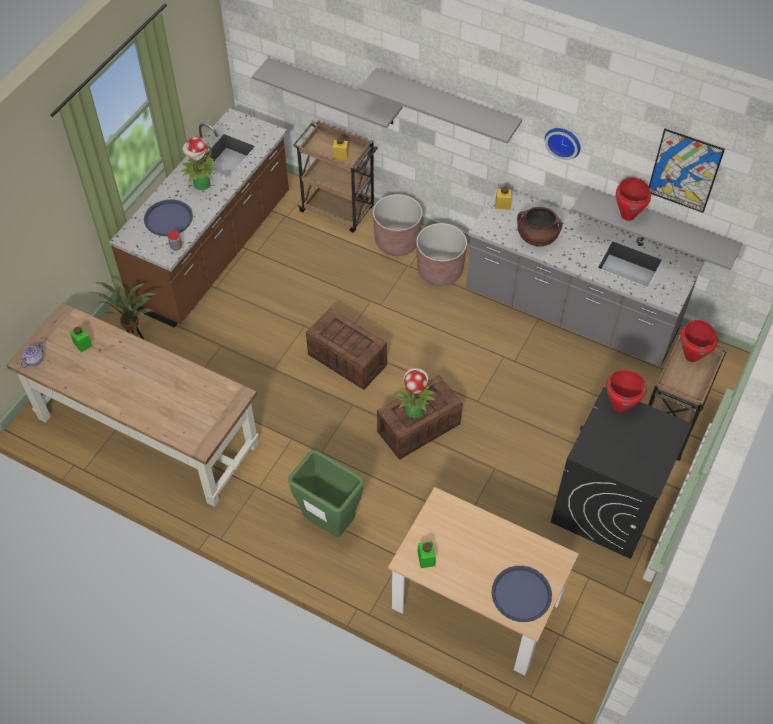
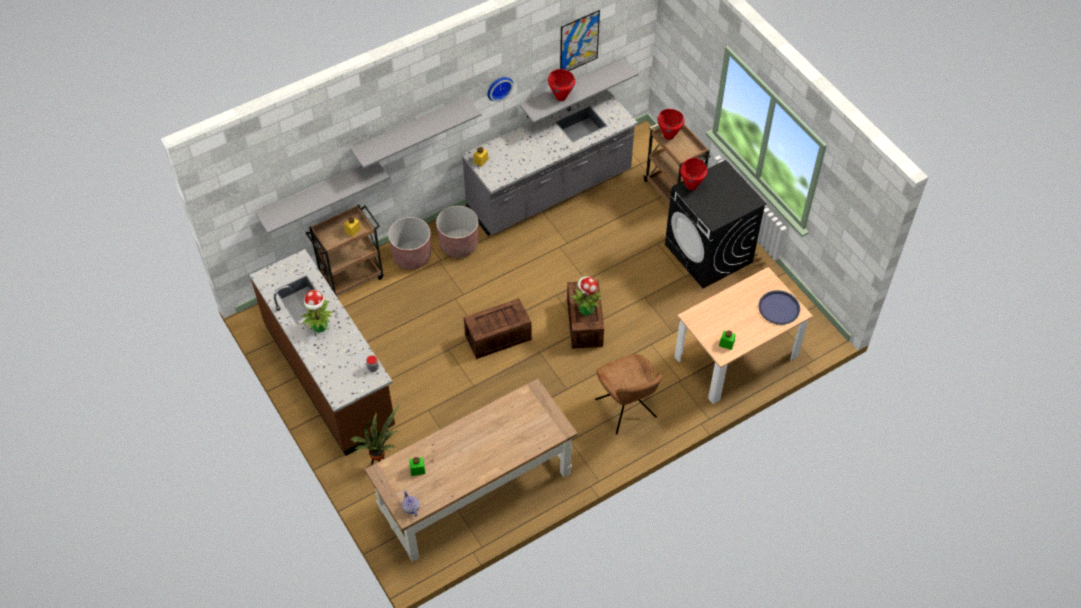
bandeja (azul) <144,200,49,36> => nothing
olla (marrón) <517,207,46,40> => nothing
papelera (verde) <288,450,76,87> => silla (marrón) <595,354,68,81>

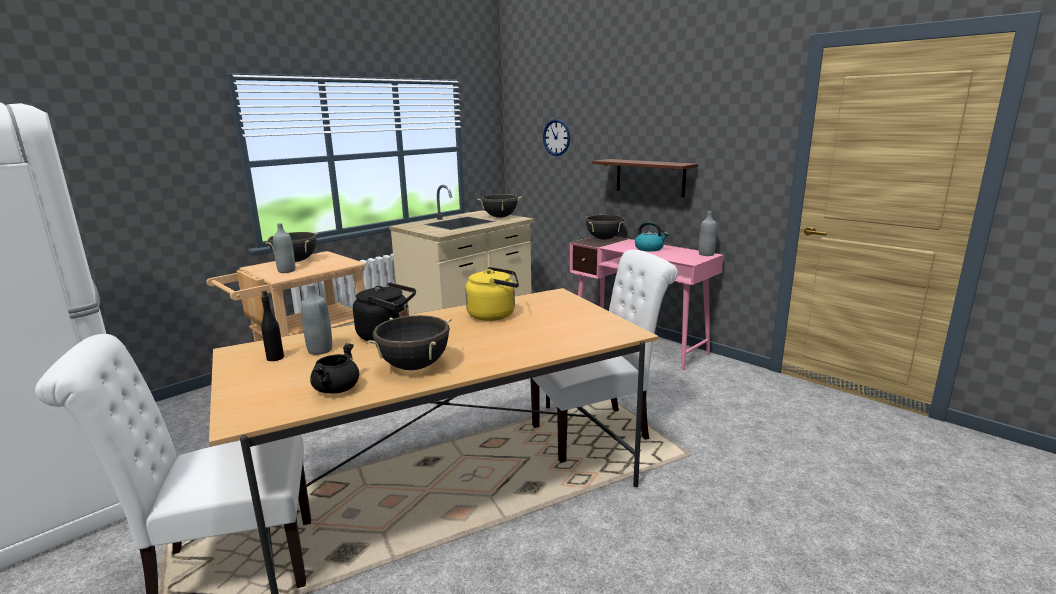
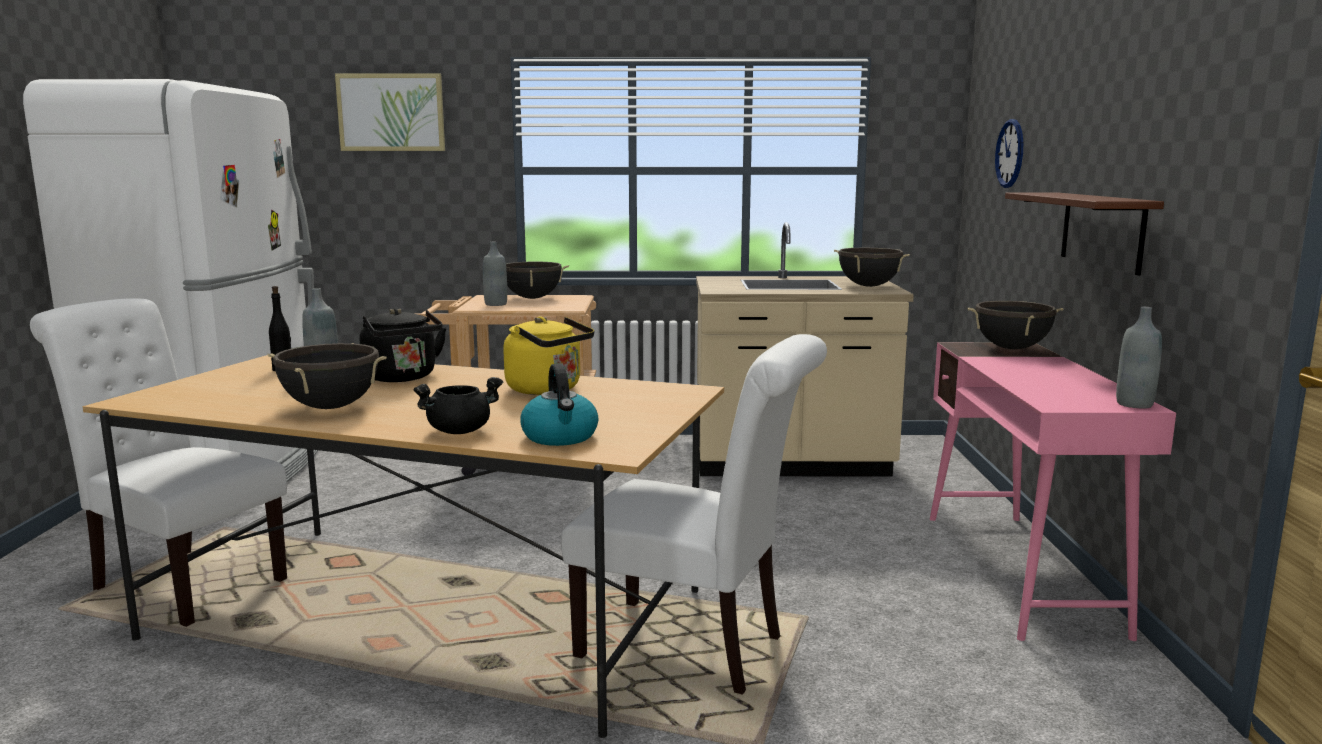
hervidor <635,222,33,29> => hervidor <520,364,78,82>, move
olla (negro) <310,343,49,51> => olla (negro) <413,377,90,57>, move
nothing => cuadro <335,73,110,78>

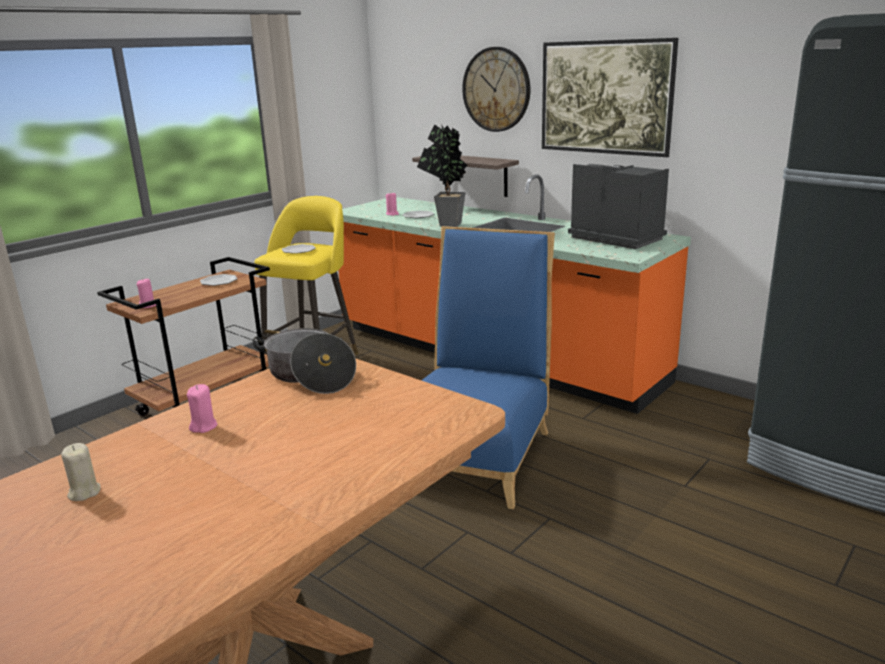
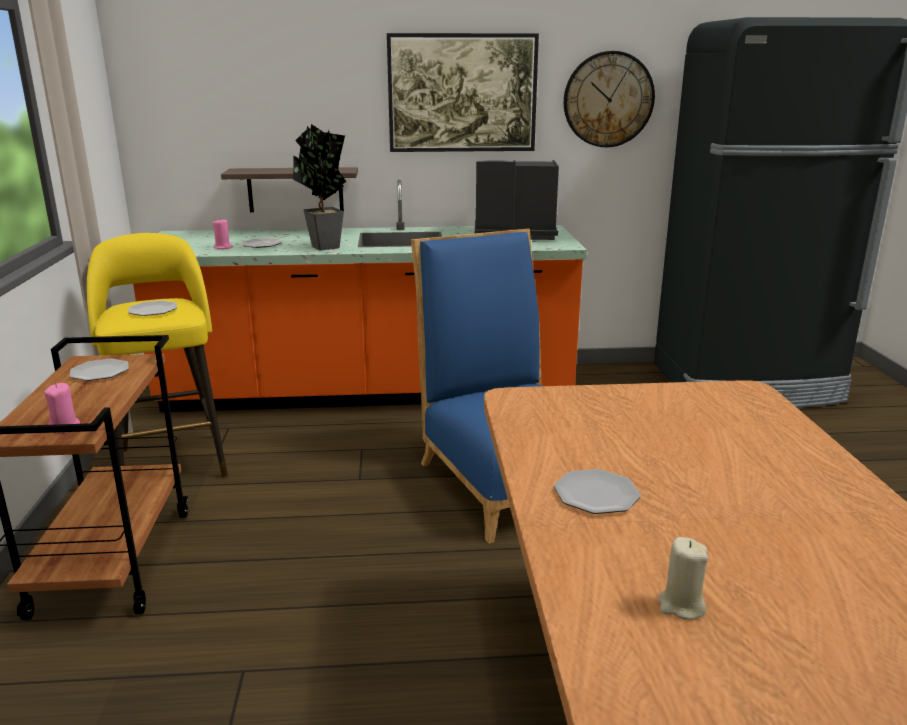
reloj de pared <462,47,68,85> => reloj de pared <564,51,91,96>, move
olla <253,328,103,66> => nothing
vela (rosa) <187,384,31,49> => plato <554,469,87,45>

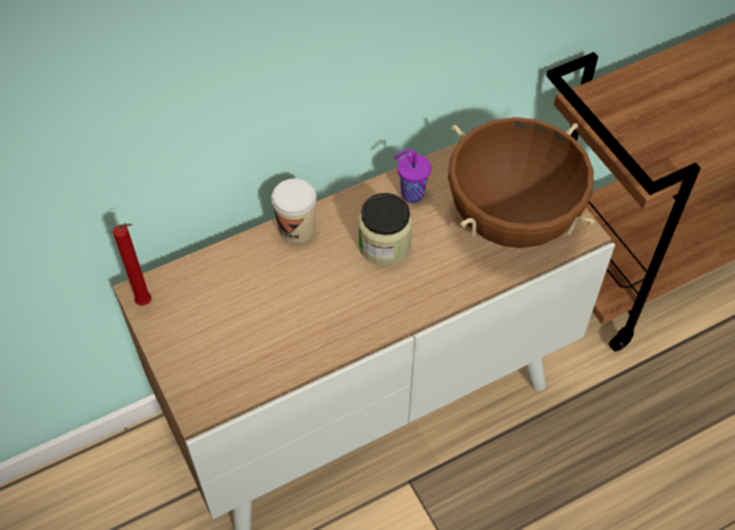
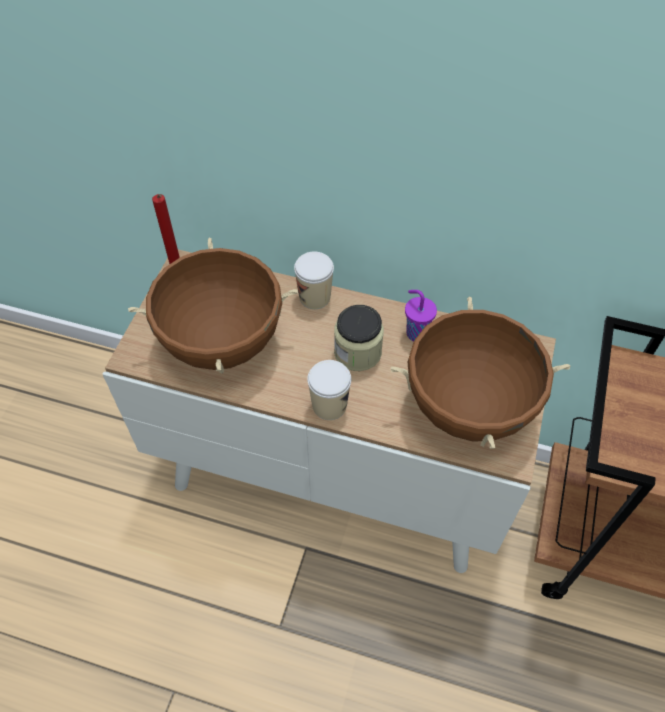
nothing => olla (marrón) <128,238,170,136>
nothing => taza <307,360,44,60>

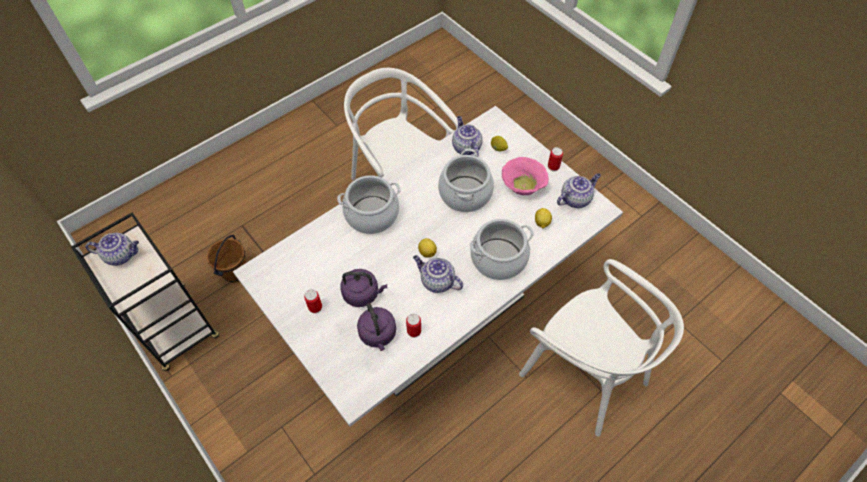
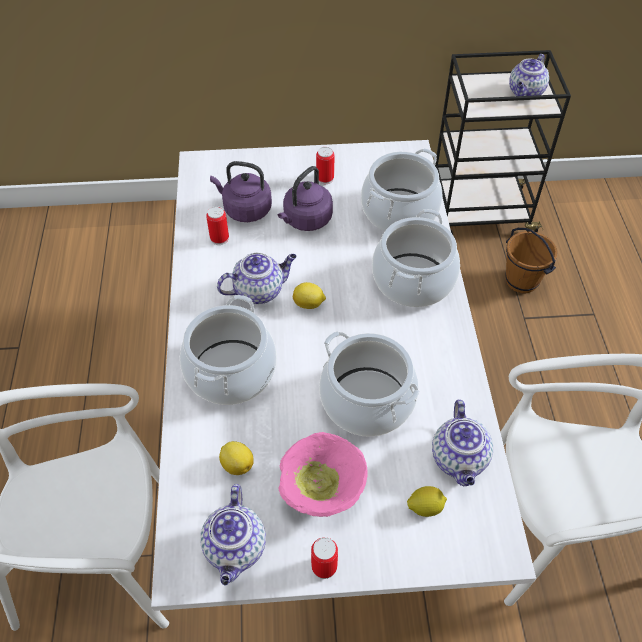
tetera <452,116,31,40> => tetera <432,399,61,87>, 75 degrees clockwise
nothing => olla <361,148,82,83>

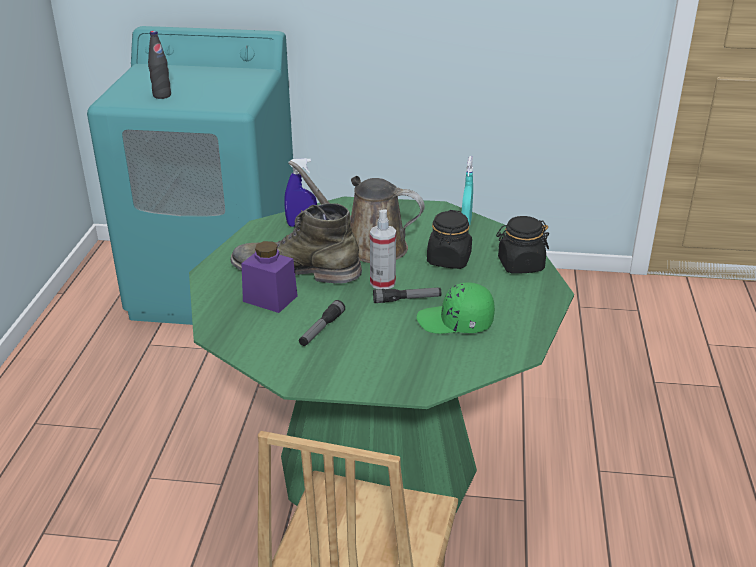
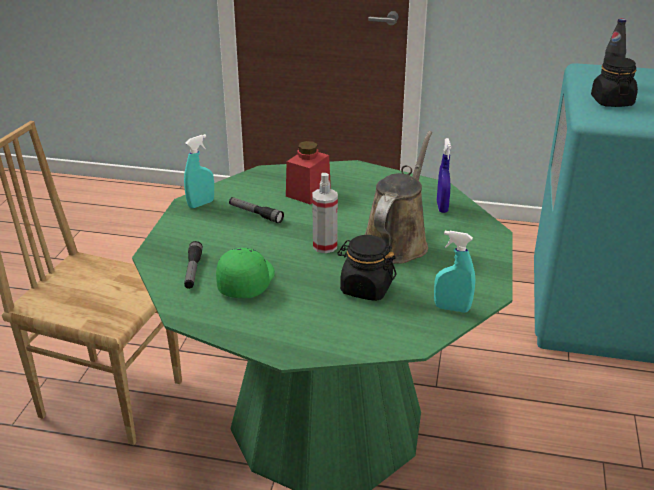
bota (verde) <231,203,131,81> => nothing
tarro (negro) <496,216,53,58> => tarro (negro) <591,57,47,50>, move
tarro (morado) <241,241,57,72> => tarro (rojo) <286,141,45,63>
linterna <373,288,68,15> => linterna <184,241,19,48>, move
nothing => pulverizador (turquesa) <184,134,30,74>

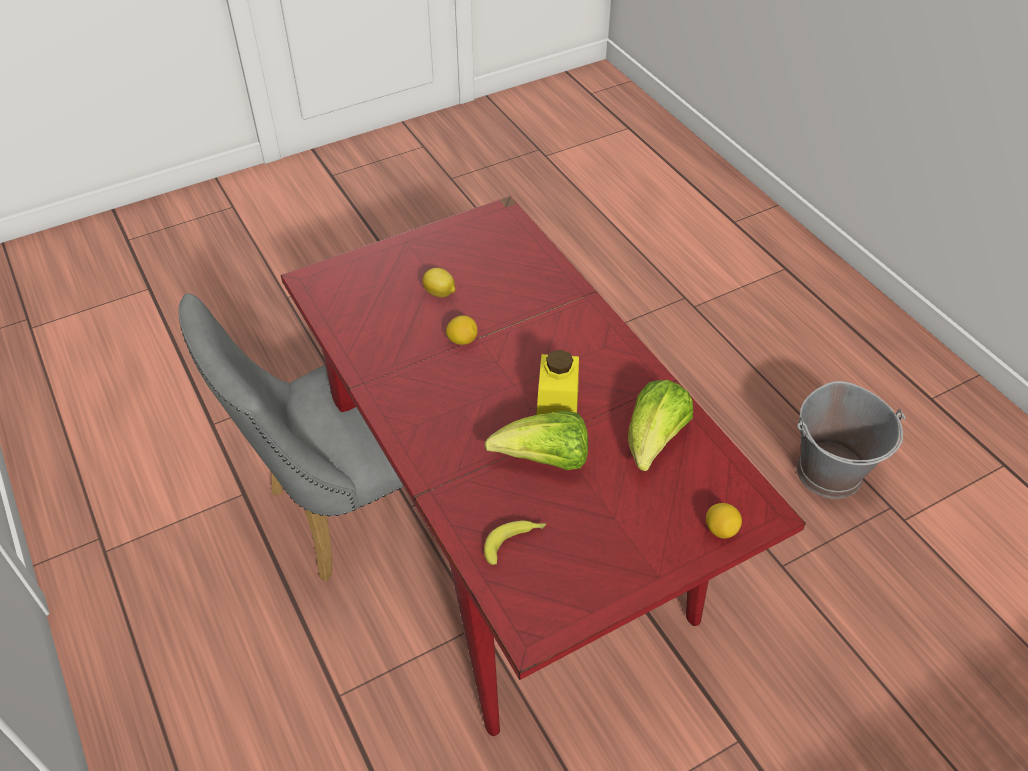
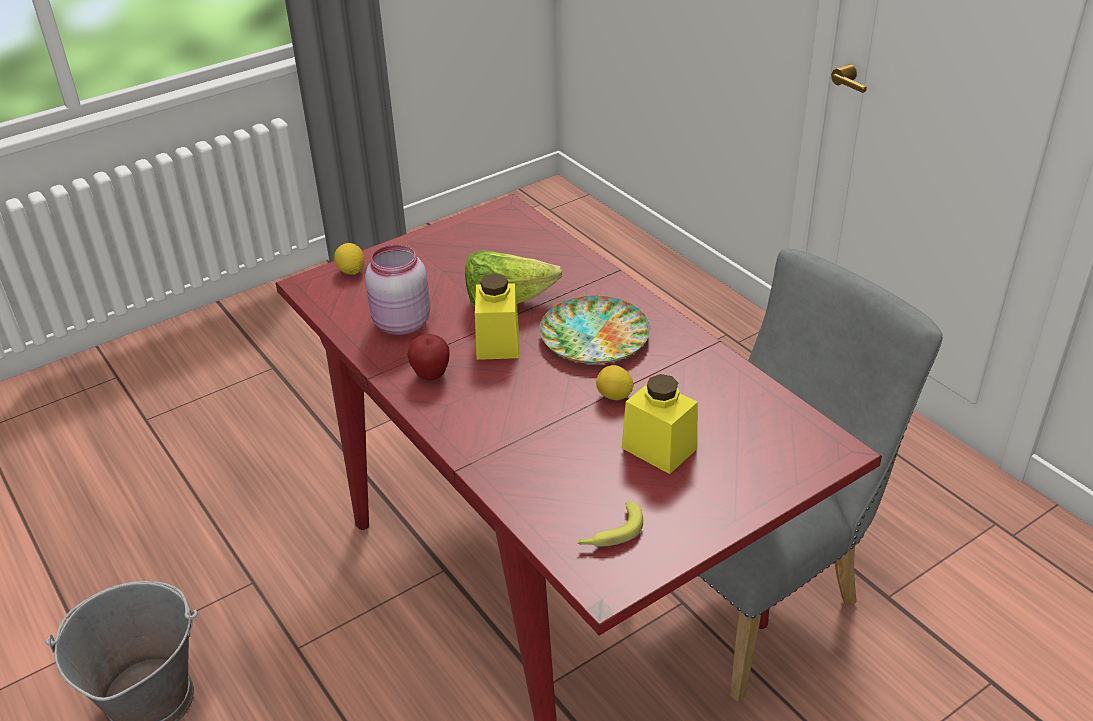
limón <422,268,33,29> => tarro (amarillo) <622,374,76,100>
lechuga <628,380,65,91> => tarro (rosa) <365,245,65,90>
plátano <484,521,62,44> => plátano <577,501,66,45>, move
nothing => plato <540,296,110,68>
nothing => manzana <408,334,42,47>

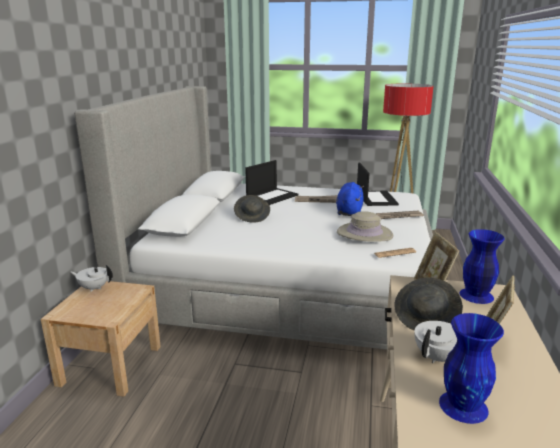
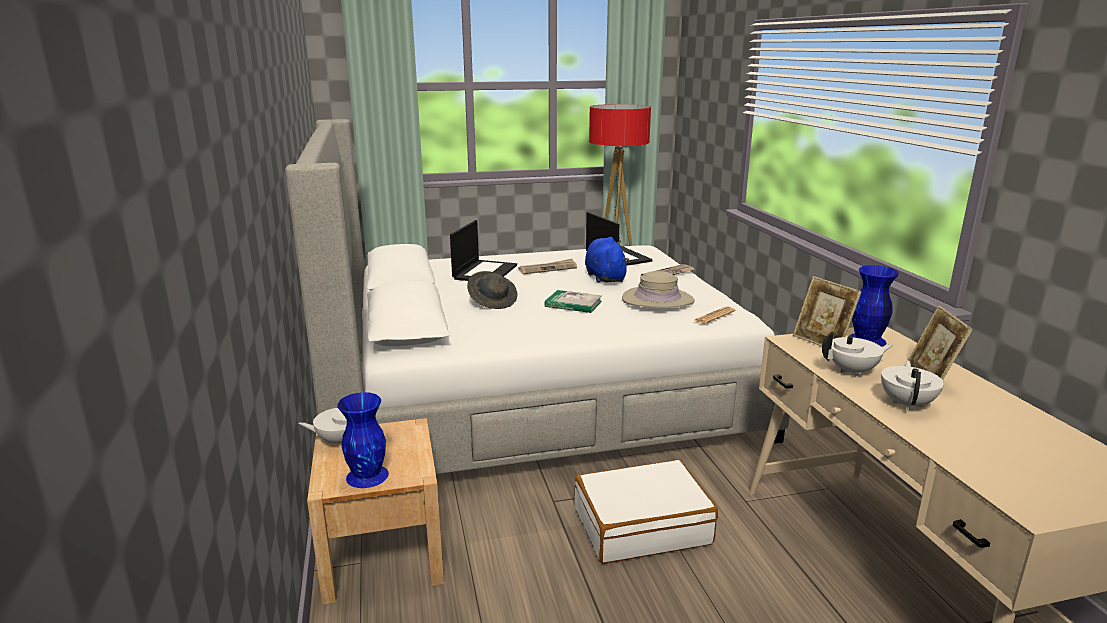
sombrero (gris) <394,277,69,54> => tetera (blanco) <822,331,71,47>
florero (azul) <439,313,65,111> => florero (azul) <337,392,52,96>, move
nothing => libro <545,290,57,23>
nothing => maleta (blanco) <575,459,143,105>

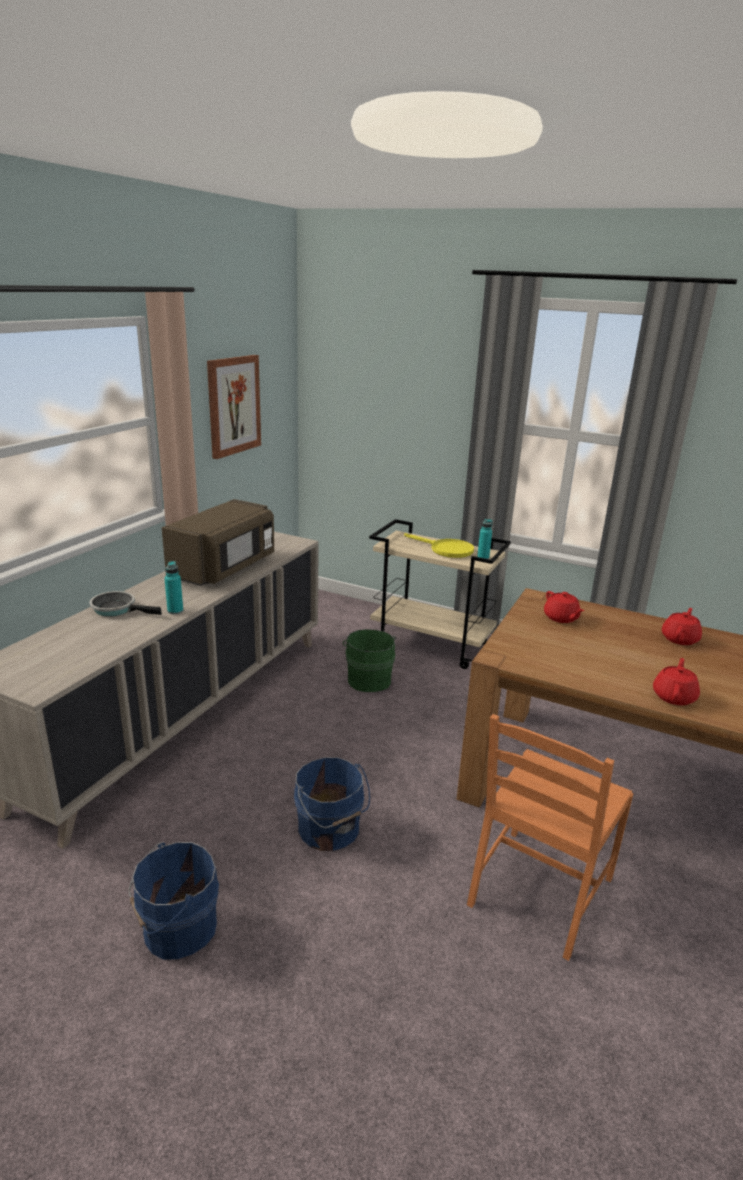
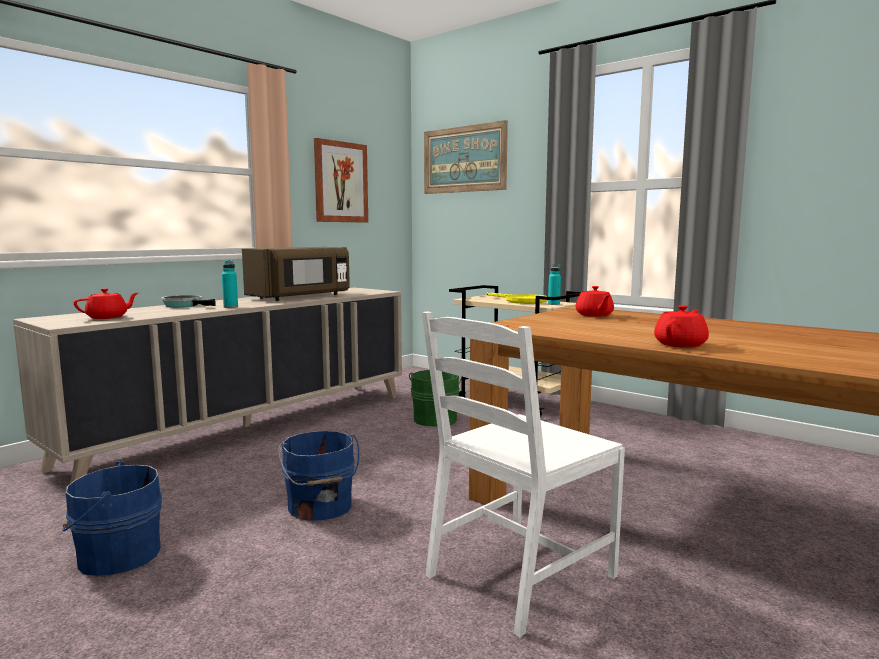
tetera (rojo) <662,608,40,37> => tetera (rojo) <74,289,64,30>, move
silla (naranja) <467,714,167,247> => silla (blanco) <422,311,203,326>
nothing => cuadro <424,120,84,74>

